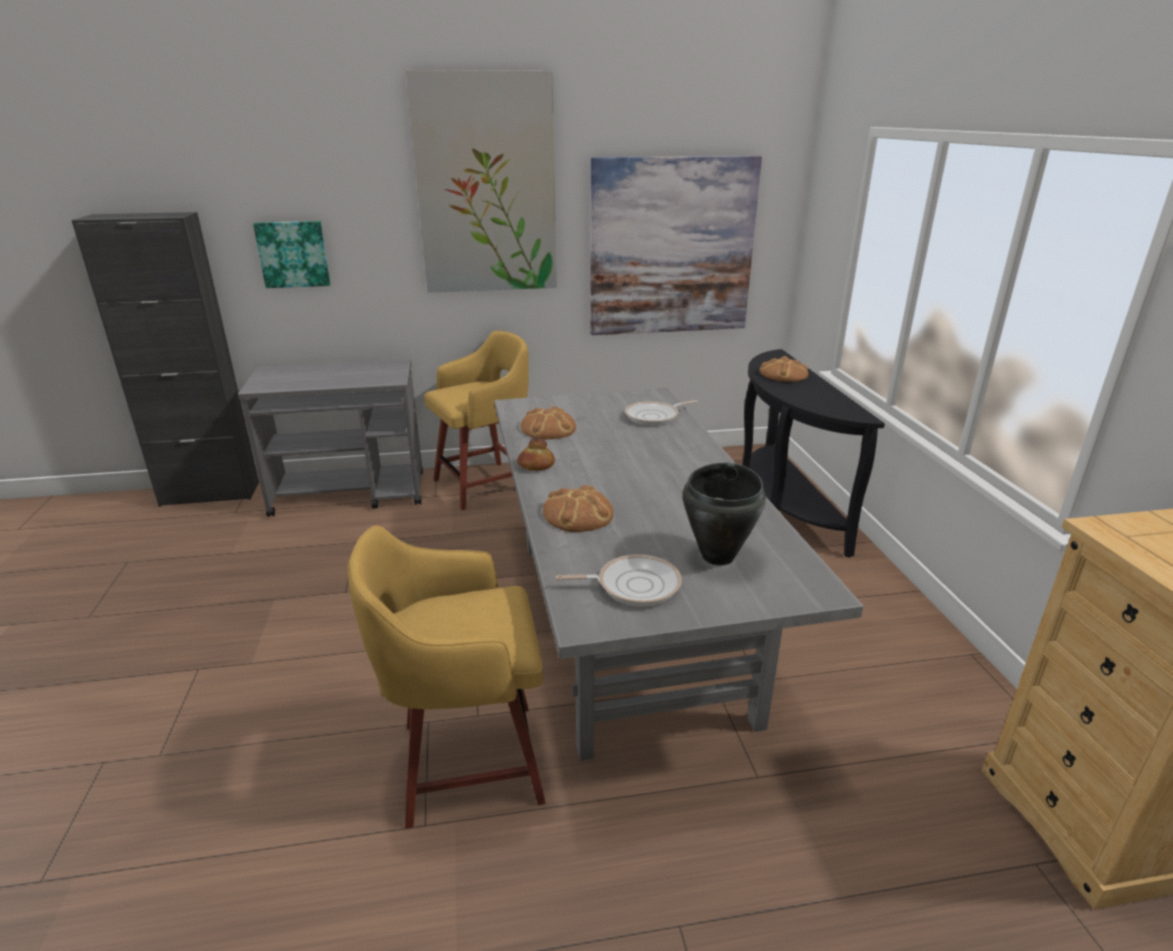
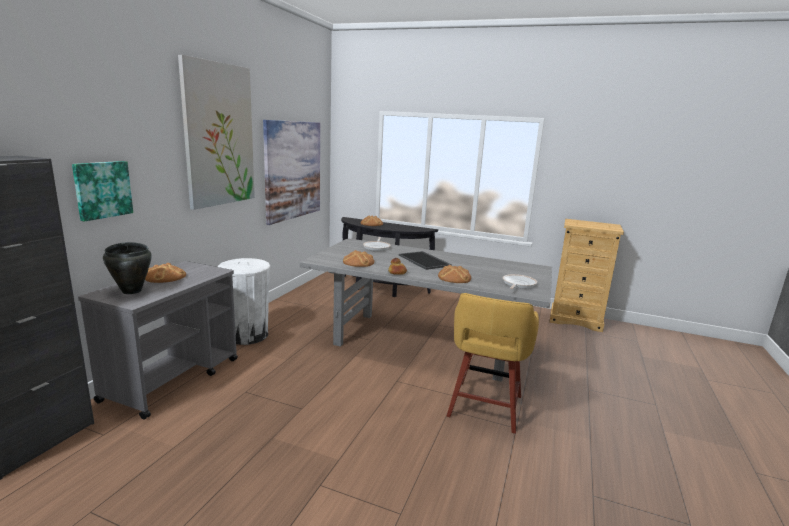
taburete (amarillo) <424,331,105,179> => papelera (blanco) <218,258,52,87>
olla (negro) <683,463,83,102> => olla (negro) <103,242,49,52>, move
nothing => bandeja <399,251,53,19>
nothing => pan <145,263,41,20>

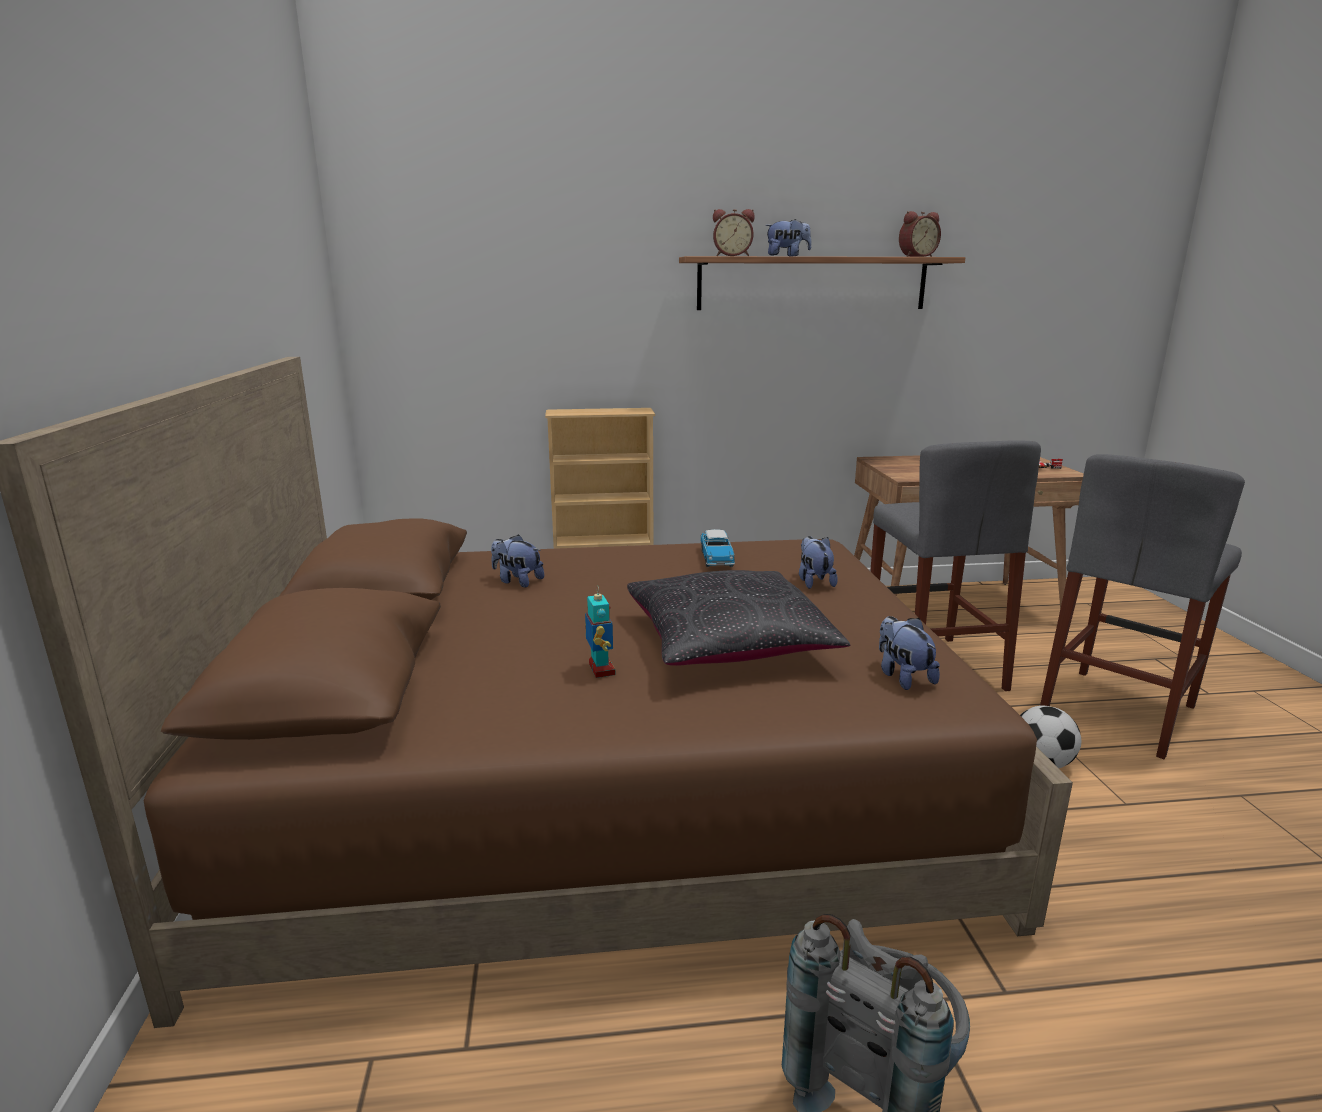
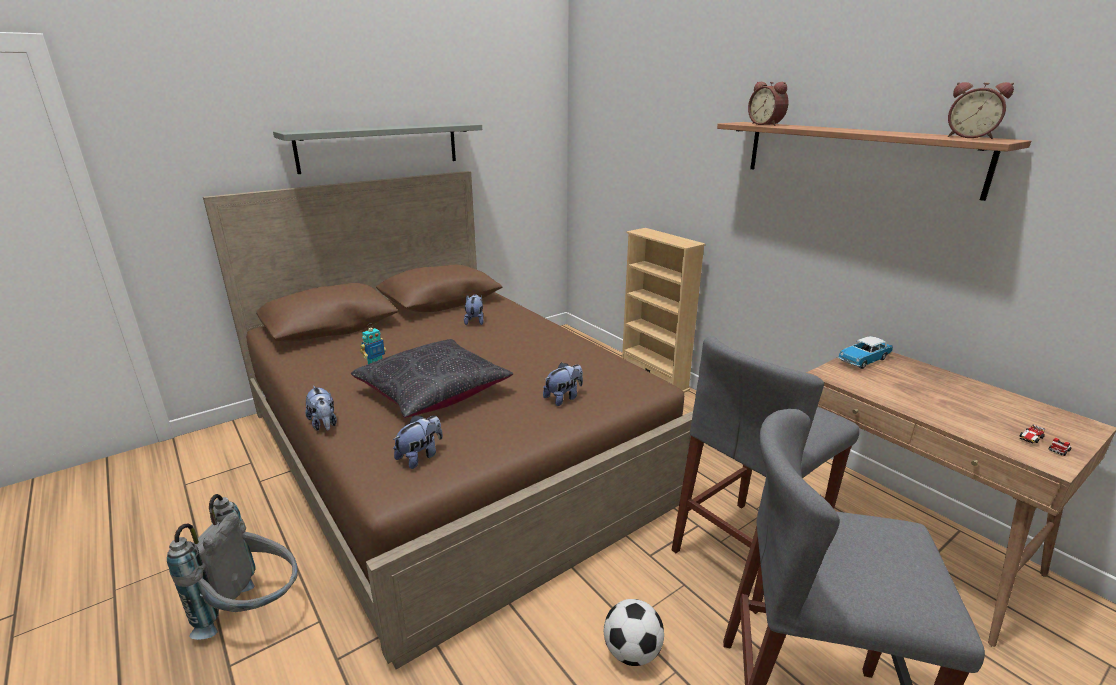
peluche <765,219,46,37> => peluche <305,386,32,45>, move
coche de juguete <700,529,35,38> => coche de juguete <838,336,55,33>, move
nothing => estante (gris) <273,123,209,51>

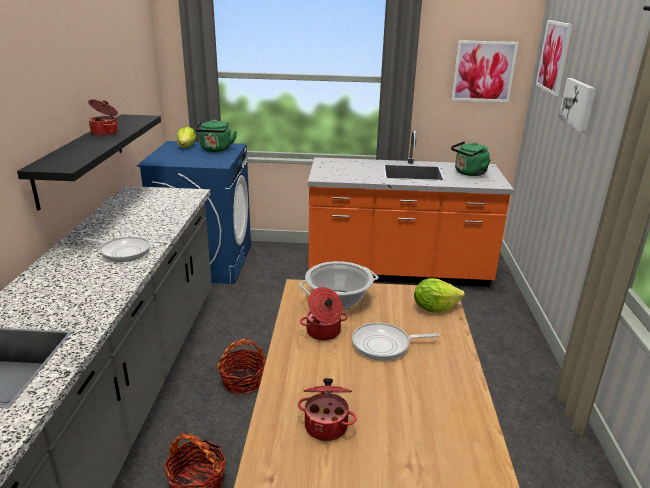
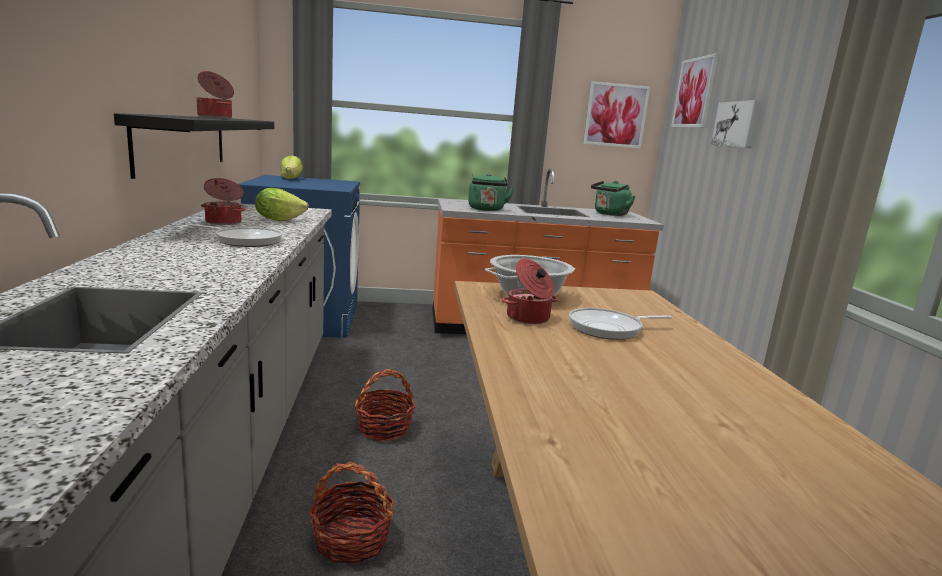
hervidor (verde) <195,119,42,33> => hervidor (verde) <468,173,46,38>, move
lechuga <414,278,51,35> => lechuga <255,188,54,33>, move
olla <298,378,59,63> => olla <201,178,45,47>, move

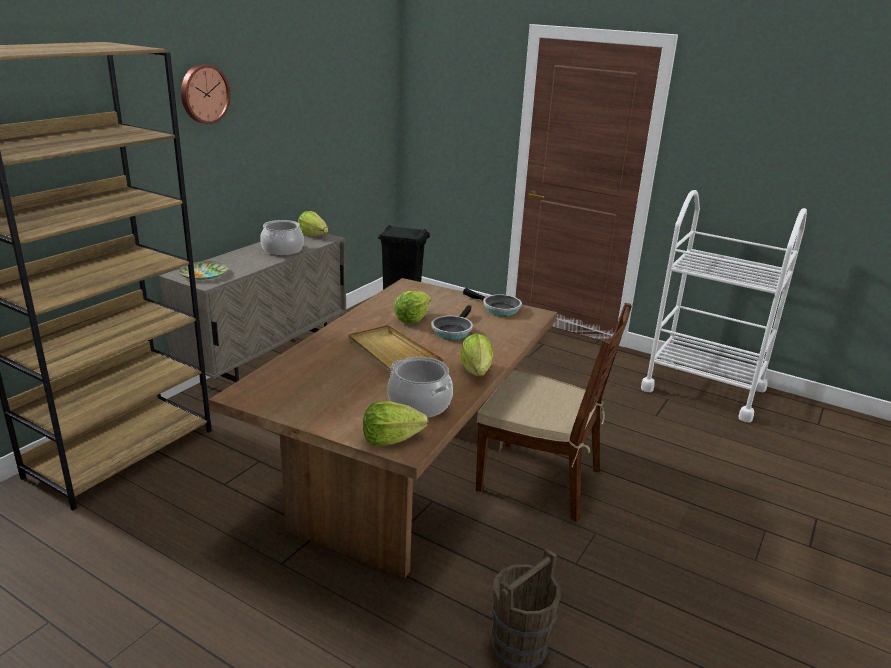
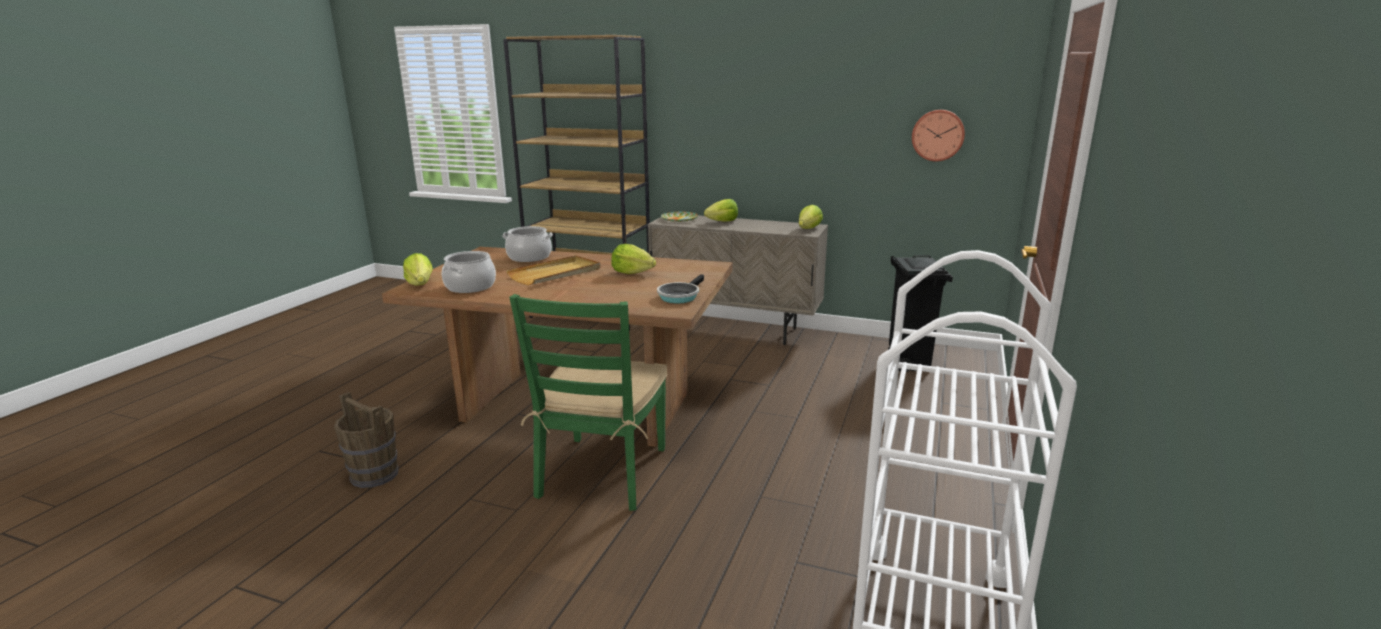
reloj de pared <181,64,49,60> => reloj de pared <912,110,53,52>, move
olla <260,220,44,35> => olla <502,226,51,36>, move
silla (marrón) <476,303,156,219> => silla (verde) <509,294,158,217>
sartén <431,305,42,35> => nothing
lechuga <460,334,33,42> => lechuga <704,199,34,22>, move

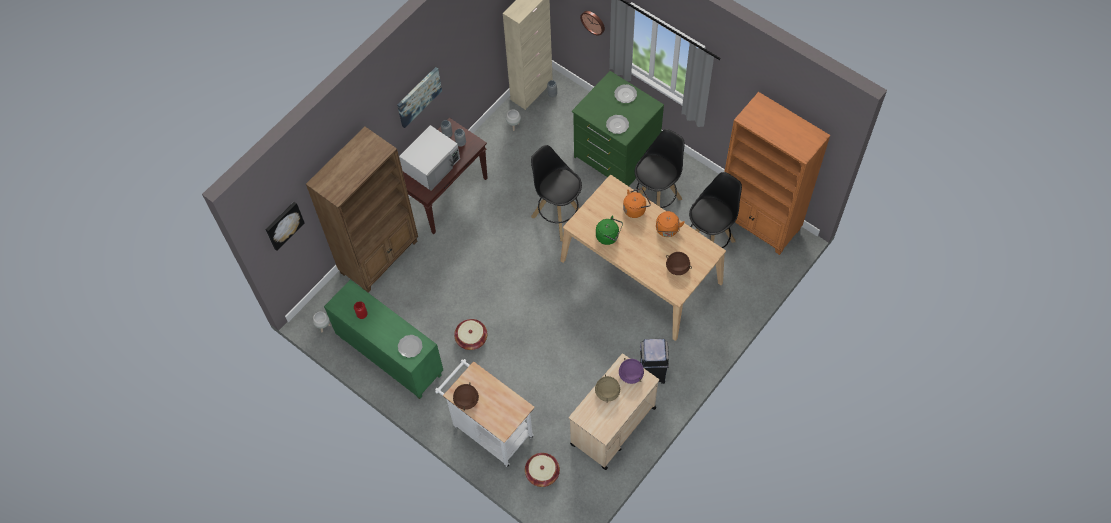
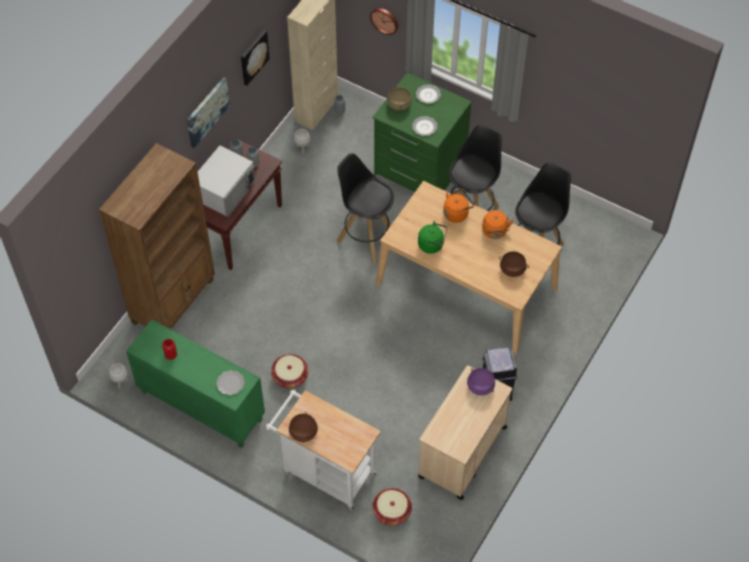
estantería (naranja) <724,92,106,163> => nothing
cuadro <265,202,40,49> => cuadro <241,30,29,55>, move
olla (beis) <595,374,25,29> => olla (beis) <387,86,25,25>, move

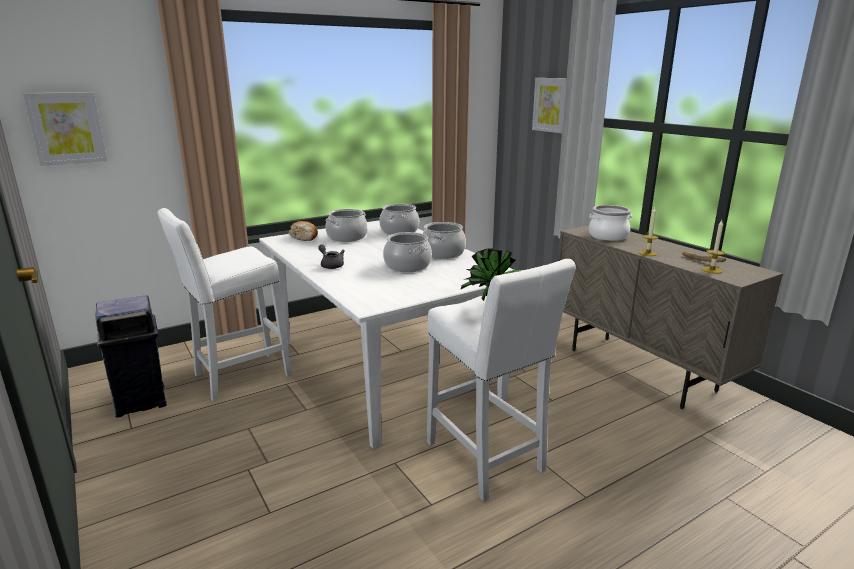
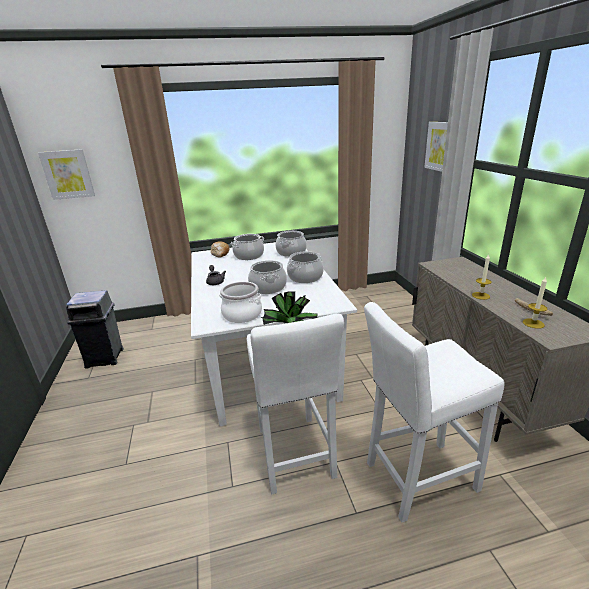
olla <589,205,43,36> => olla <219,281,43,42>, move
taburete (blanco) <158,208,134,193> => taburete (blanco) <364,302,141,220>, move

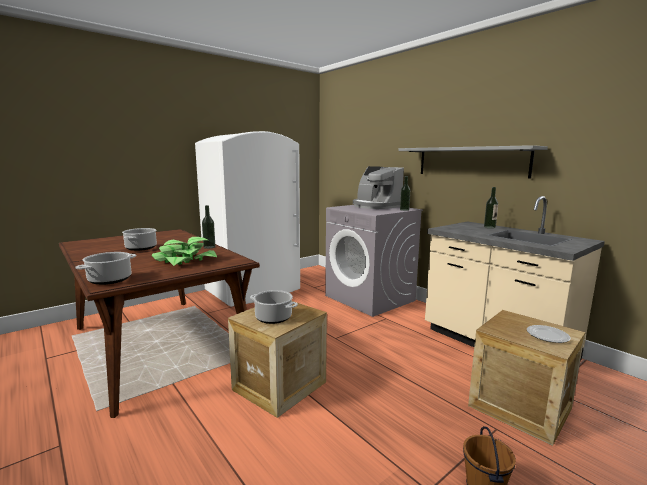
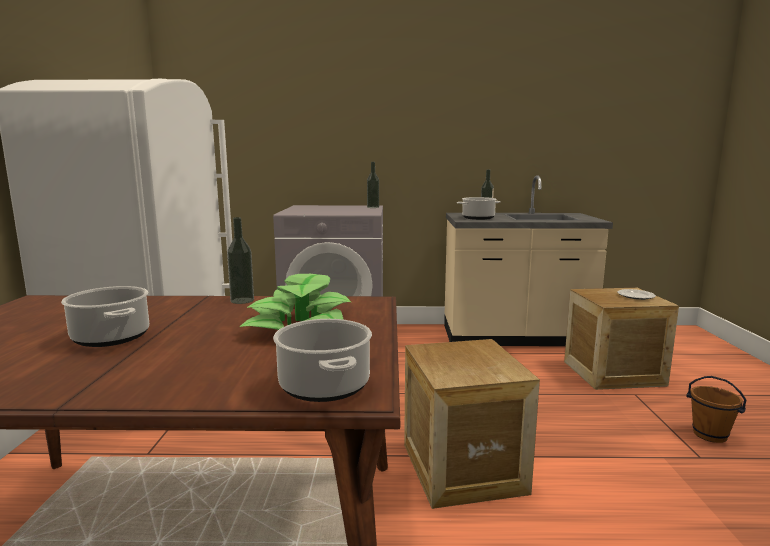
estante (gris) <398,145,150,34> => nothing
cafetera <353,166,51,43> => nothing
olla <250,290,48,34> => olla <457,197,44,23>, move

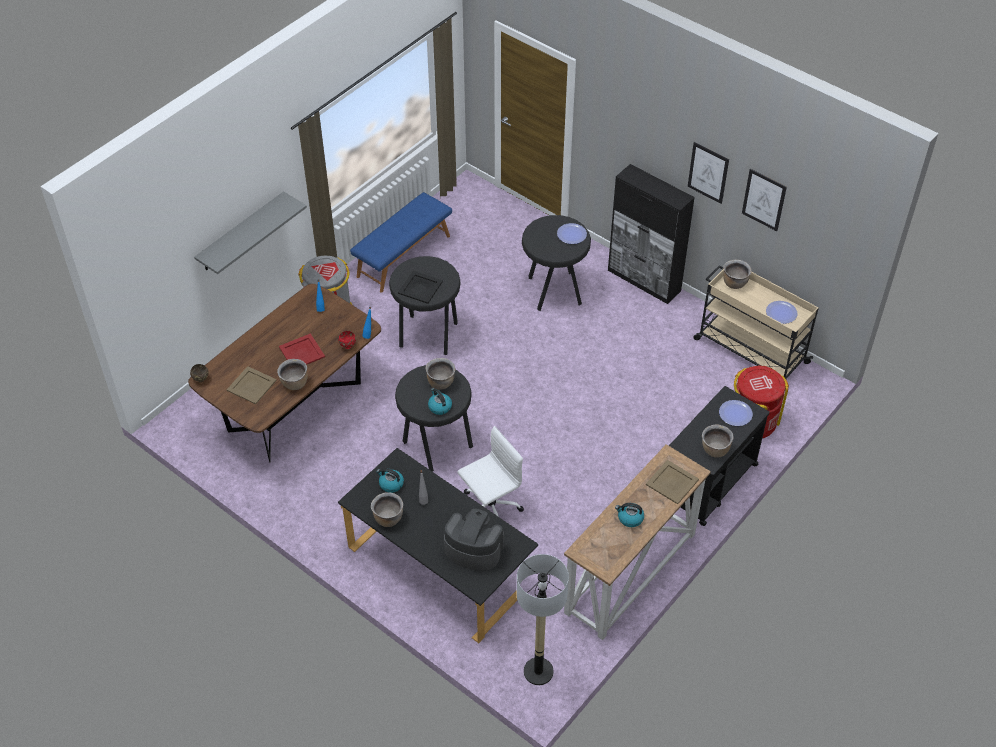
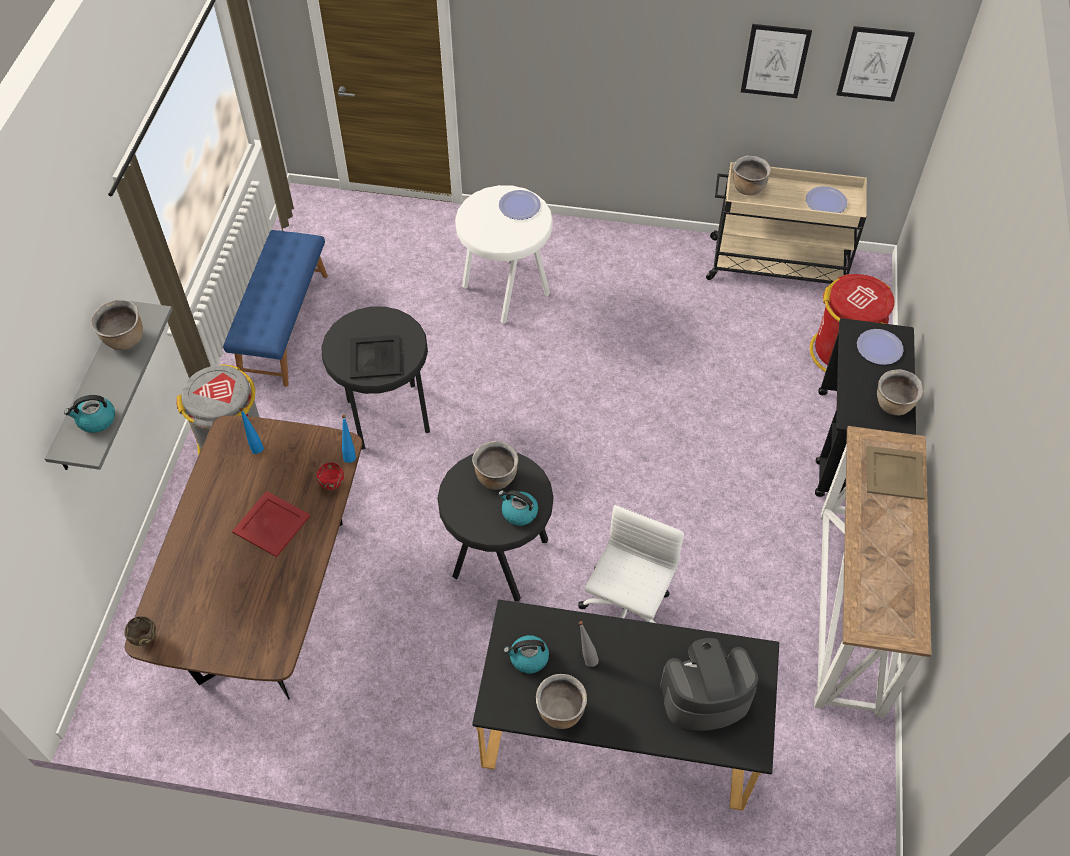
cuadro <688,142,41,62> => cuadro <836,26,79,76>, move
armario (negro) <608,164,87,140> => nothing
taburete (negro) <522,215,69,96> => taburete (blanco) <455,185,98,138>
olla (marrón) <277,359,31,31> => olla (marrón) <91,300,52,50>, move
bandeja (beis) <227,366,50,38> => nothing
hervidor <615,503,29,24> => hervidor <64,395,51,38>, move
lámpara de pie <517,554,52,131> => nothing

